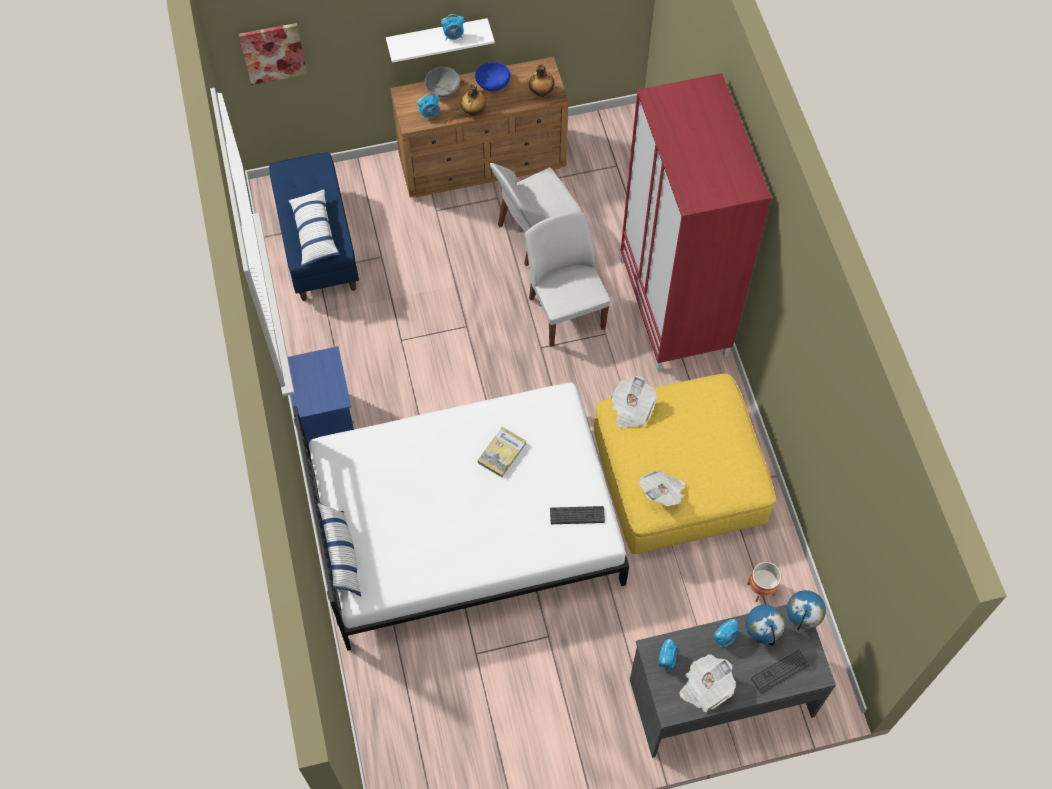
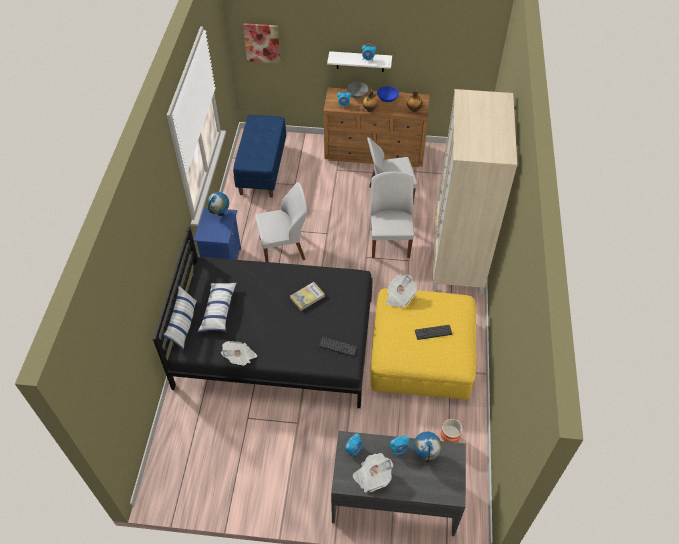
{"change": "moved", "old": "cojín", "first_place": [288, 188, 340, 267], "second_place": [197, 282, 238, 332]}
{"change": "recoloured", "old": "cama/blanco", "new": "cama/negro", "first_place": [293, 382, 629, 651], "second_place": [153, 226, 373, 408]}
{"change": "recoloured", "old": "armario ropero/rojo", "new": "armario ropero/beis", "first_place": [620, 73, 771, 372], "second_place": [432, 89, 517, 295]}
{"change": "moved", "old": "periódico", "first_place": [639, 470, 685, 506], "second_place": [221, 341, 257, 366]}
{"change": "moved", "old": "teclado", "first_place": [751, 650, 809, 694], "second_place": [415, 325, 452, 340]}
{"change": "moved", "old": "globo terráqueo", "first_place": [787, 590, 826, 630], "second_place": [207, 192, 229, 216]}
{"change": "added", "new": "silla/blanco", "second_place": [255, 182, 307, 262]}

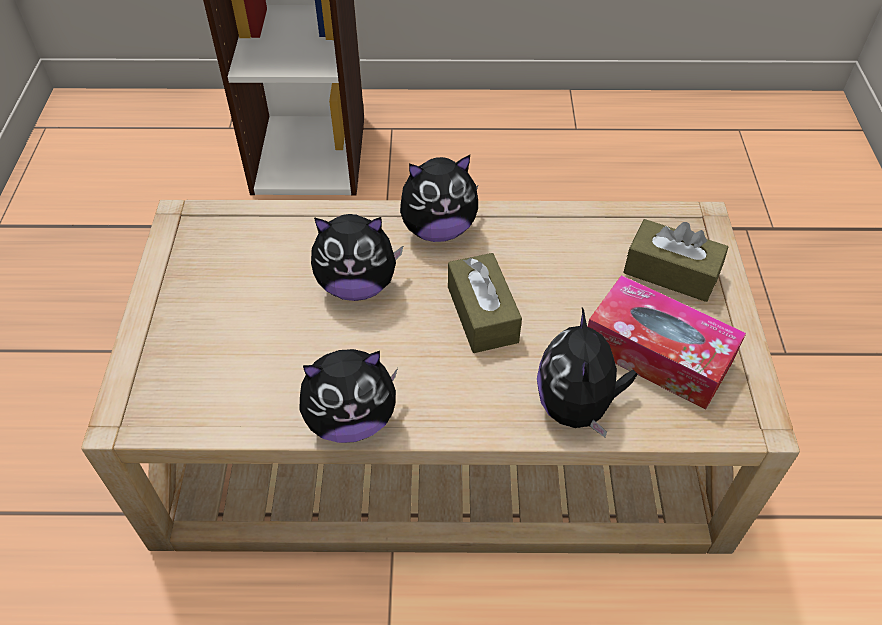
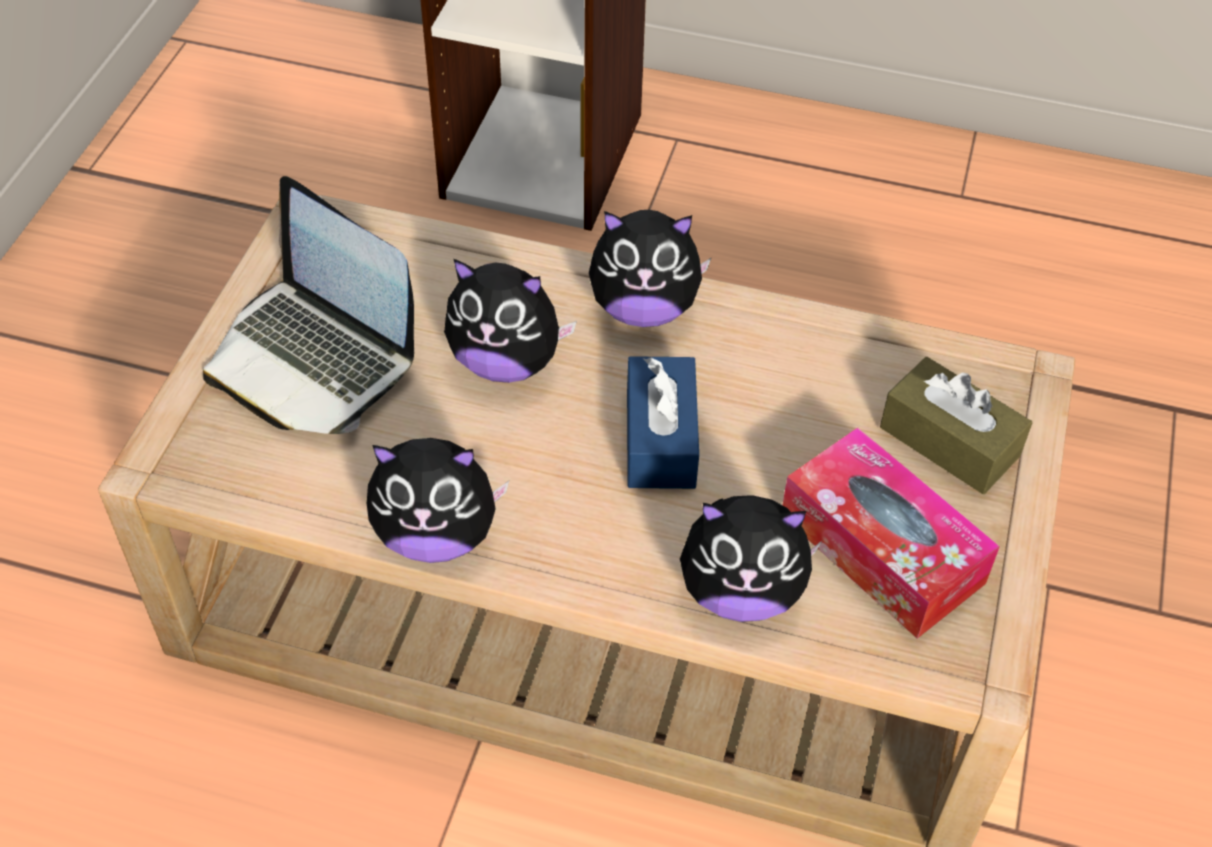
{"change": "recoloured", "old": "caja de pañuelos/marrón", "new": "caja de pañuelos/azul", "first_place": [448, 253, 522, 353], "second_place": [627, 356, 699, 489]}
{"change": "turned", "old": "peluche", "first_place": [537, 307, 637, 437], "second_place": [680, 495, 822, 622], "degrees": -105}
{"change": "added", "new": "portátil", "second_place": [203, 176, 414, 434]}

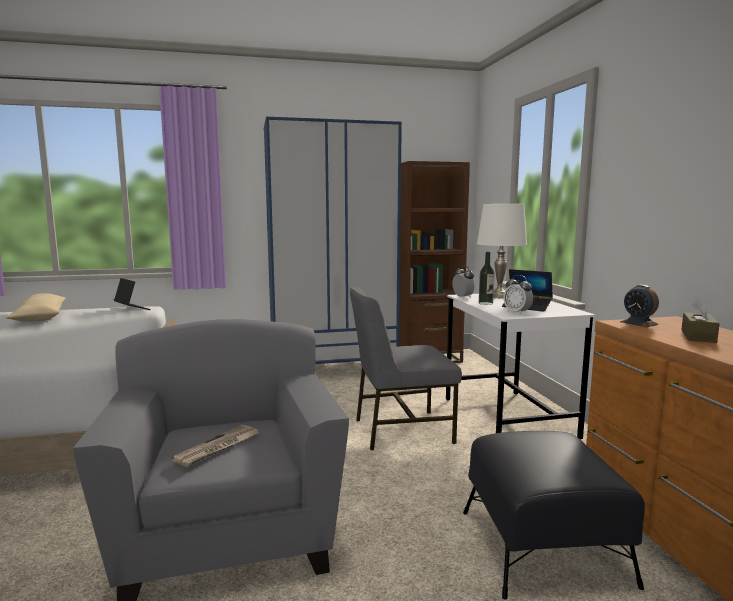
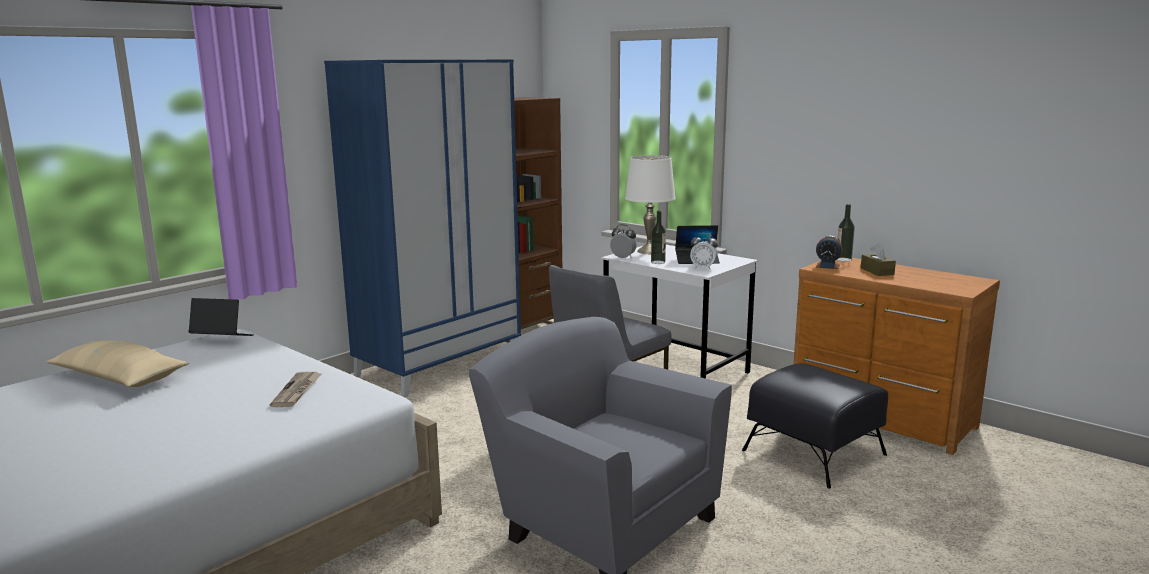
{"change": "moved", "old": "periódico", "first_place": [171, 425, 258, 467], "second_place": [270, 372, 322, 407]}
{"change": "added", "new": "botella", "second_place": [837, 204, 855, 261]}

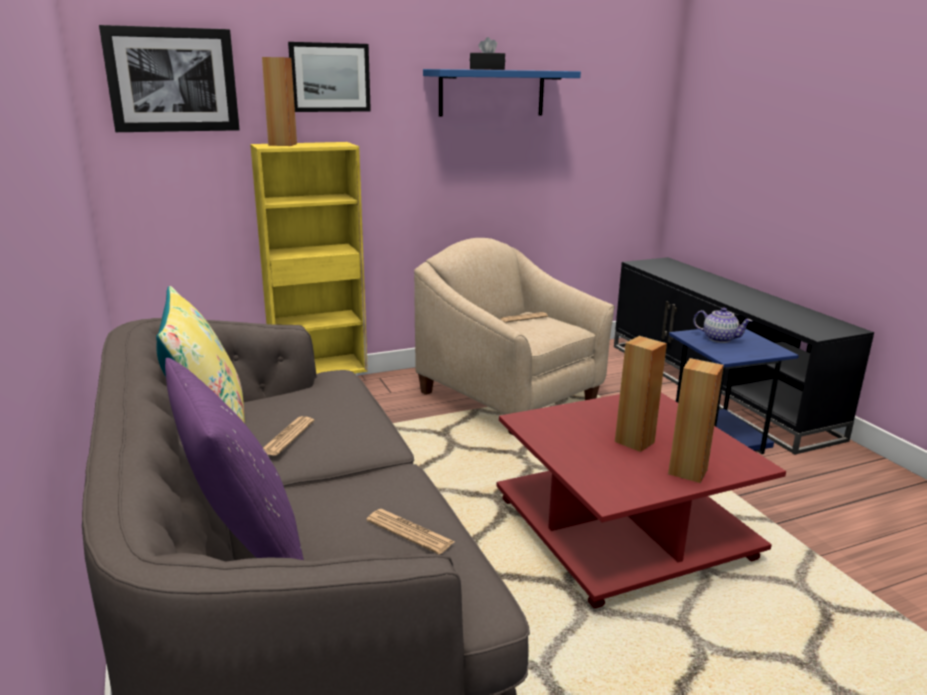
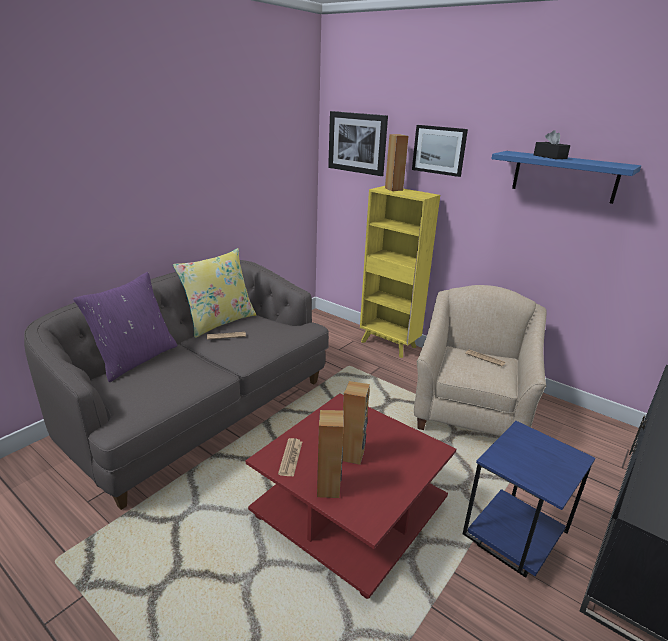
{"change": "moved", "old": "periódico", "first_place": [366, 509, 455, 555], "second_place": [278, 438, 302, 477]}
{"change": "removed", "old": "tetera", "first_place": [693, 308, 752, 343]}

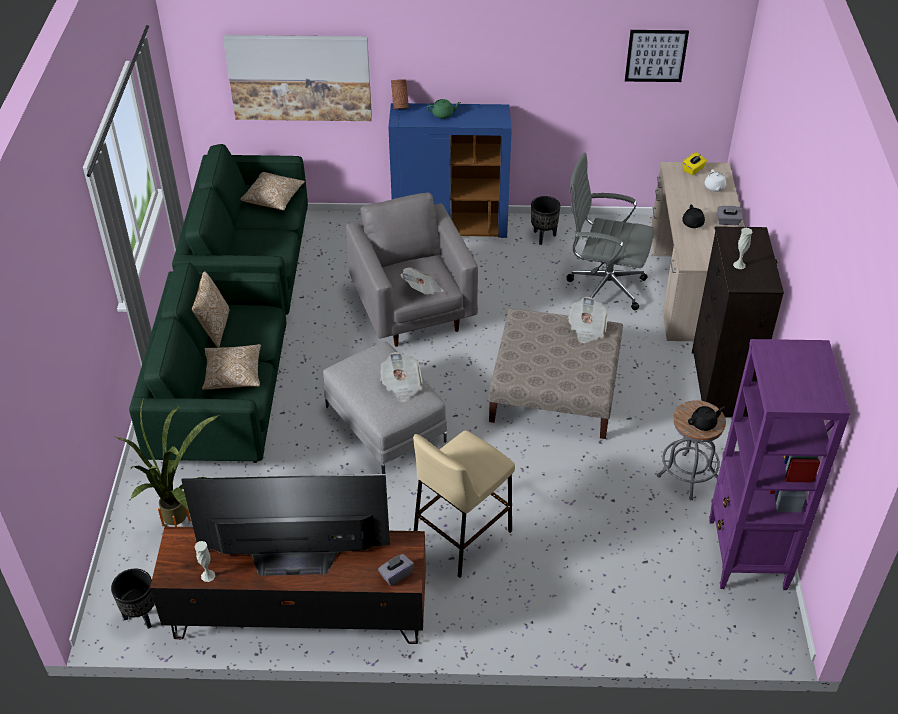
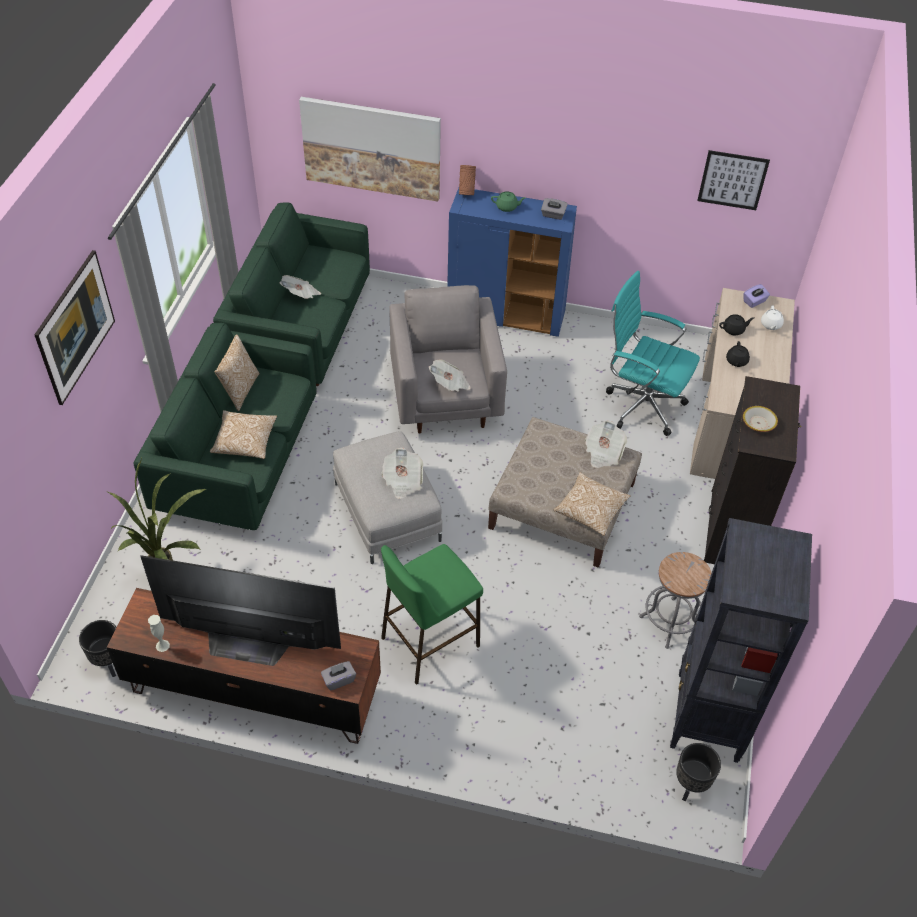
{"change": "moved", "old": "cojín", "first_place": [240, 172, 305, 210], "second_place": [554, 472, 630, 536]}
{"change": "recoloured", "old": "taburete/beis", "new": "taburete/verde", "first_place": [413, 430, 515, 578], "second_place": [381, 544, 483, 685]}
{"change": "moved", "old": "maceta/negro", "first_place": [531, 196, 561, 245], "second_place": [676, 743, 721, 802]}
{"change": "recoloured", "old": "silla de oficina/gris", "new": "silla de oficina/turquesa", "first_place": [567, 152, 654, 310], "second_place": [606, 271, 700, 436]}
{"change": "recoloured", "old": "caja de pañuelos/amarillo", "new": "caja de pañuelos/morado", "first_place": [682, 152, 707, 175], "second_place": [743, 284, 770, 308]}
{"change": "moved", "old": "tetera/negro", "first_place": [688, 406, 725, 431], "second_place": [719, 314, 754, 335]}
{"change": "recoloured", "old": "estantería/morado", "new": "estantería/negro", "first_place": [709, 339, 850, 590], "second_place": [670, 518, 812, 763]}
{"change": "moved", "old": "caja de pañuelos/gris", "first_place": [717, 206, 743, 225], "second_place": [541, 198, 568, 220]}
{"change": "replaced", "old": "florero/blanco", "new": "cuenco", "first_place": [733, 228, 752, 269], "second_place": [743, 406, 778, 432]}
{"change": "added", "new": "cuadro", "second_place": [34, 250, 115, 405]}
{"change": "added", "new": "periódico", "second_place": [280, 275, 321, 299]}

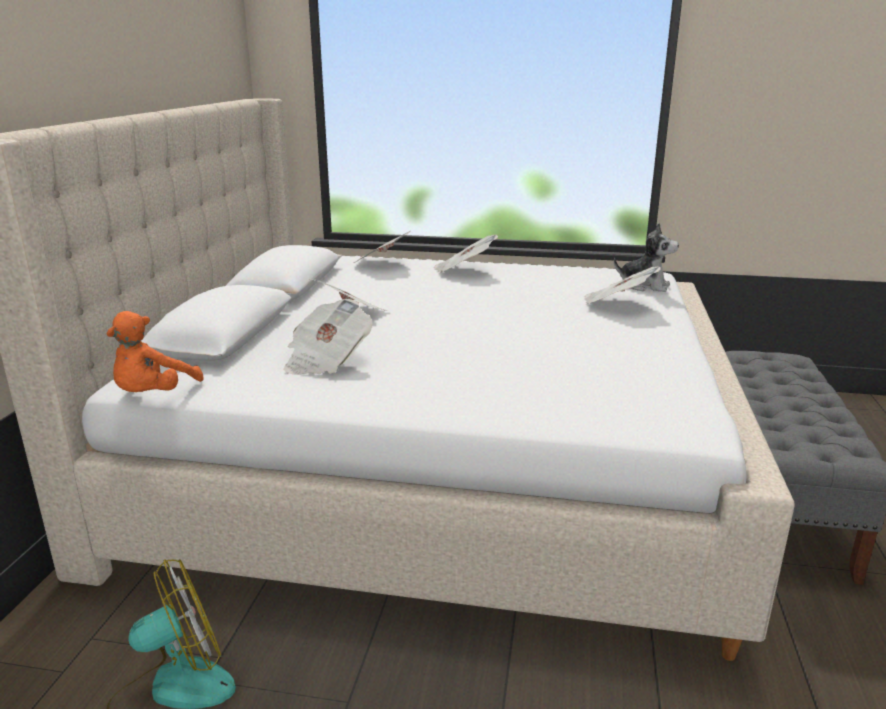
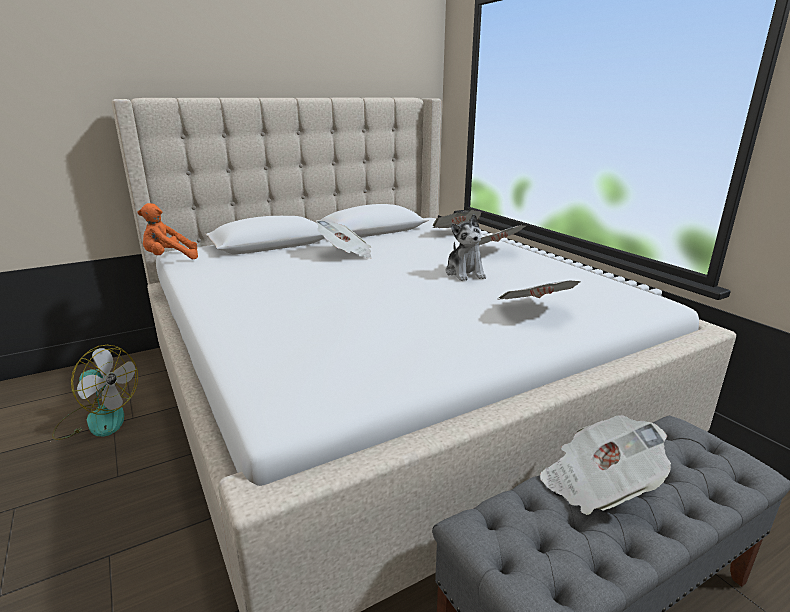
{"change": "moved", "old": "periódico", "first_place": [284, 299, 372, 375], "second_place": [540, 415, 671, 515]}
{"change": "moved", "old": "peluche", "first_place": [614, 223, 679, 292], "second_place": [445, 214, 486, 281]}

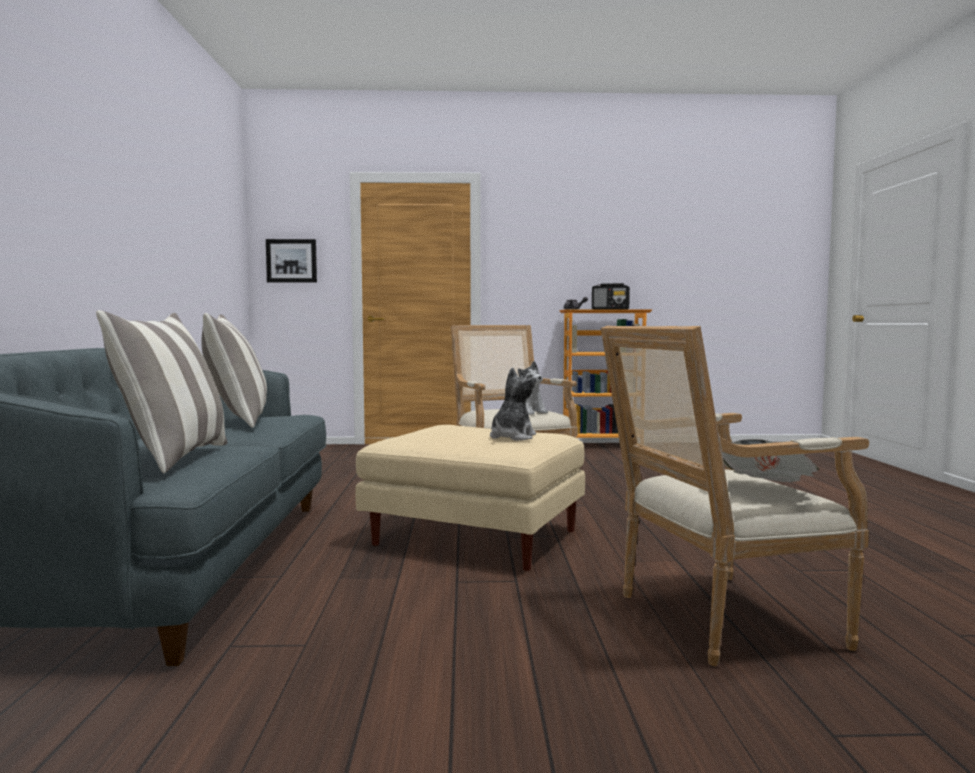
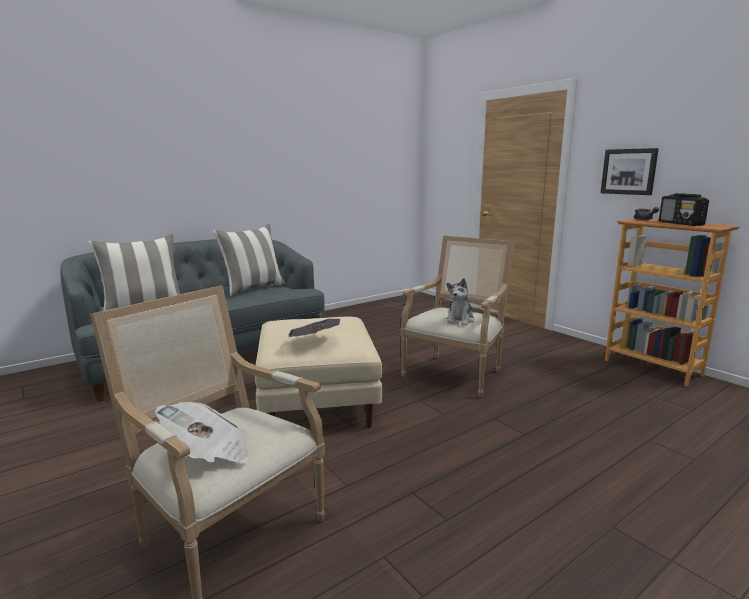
{"change": "moved", "old": "cuadro", "first_place": [266, 239, 317, 283], "second_place": [600, 148, 659, 195]}
{"change": "replaced", "old": "peluche", "new": "periódico", "first_place": [490, 368, 536, 441], "second_place": [288, 319, 341, 337]}

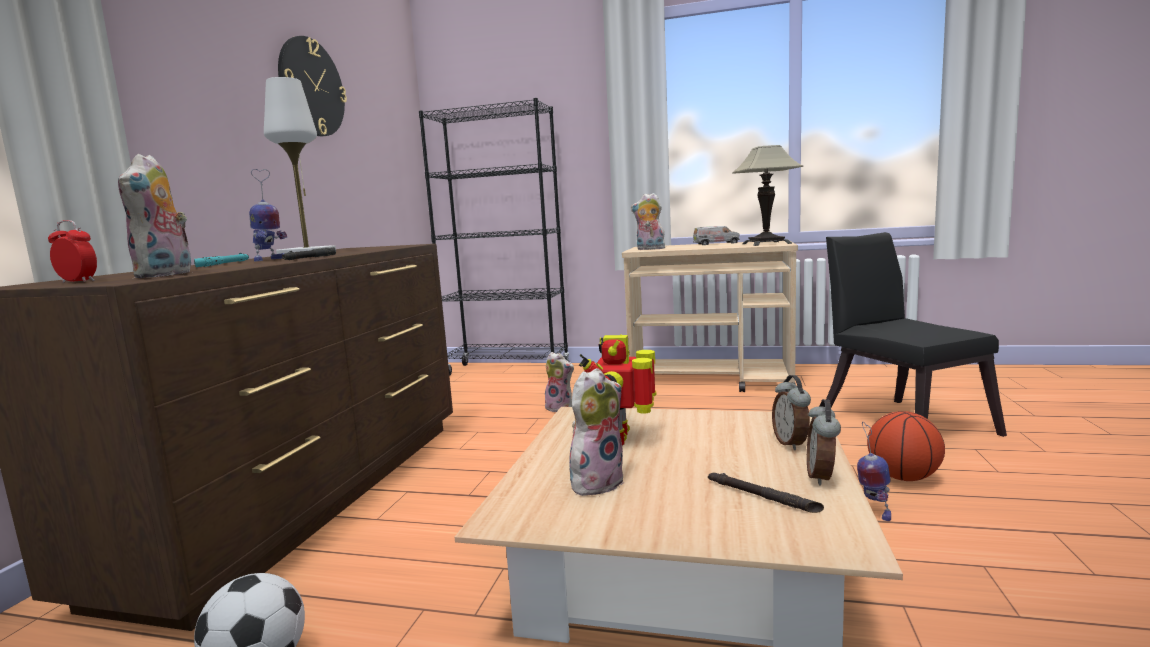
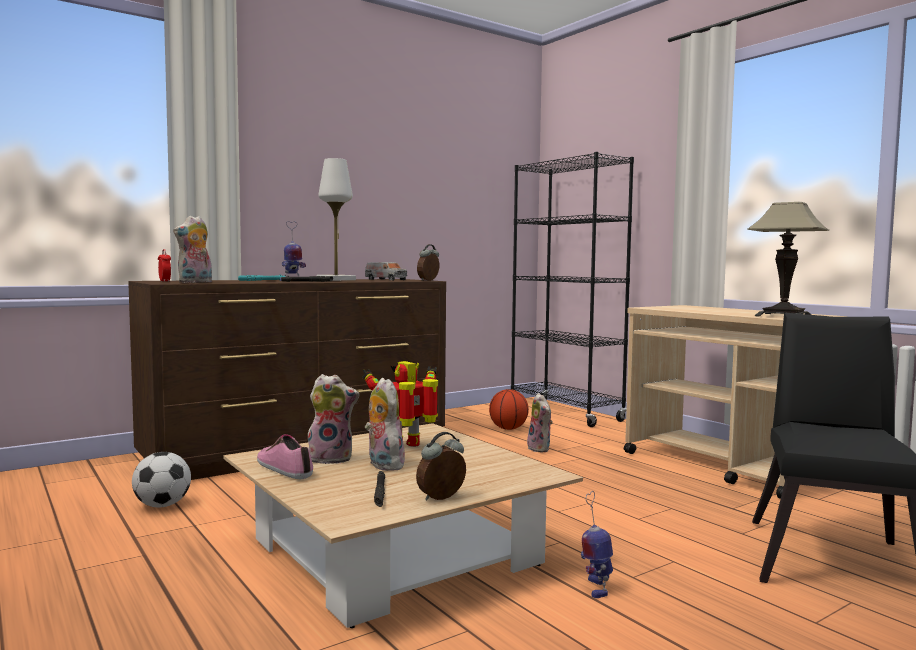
{"change": "removed", "old": "reloj de pared", "first_place": [278, 36, 347, 136]}
{"change": "moved", "old": "peluche", "first_place": [631, 193, 665, 250], "second_place": [365, 378, 405, 471]}
{"change": "moved", "old": "camión de juguete", "first_place": [693, 226, 740, 245], "second_place": [365, 262, 407, 280]}
{"change": "moved", "old": "despertador", "first_place": [772, 375, 811, 450], "second_place": [417, 244, 439, 281]}
{"change": "moved", "old": "balón de baloncesto", "first_place": [867, 411, 945, 481], "second_place": [489, 389, 529, 430]}
{"change": "added", "new": "zapato", "second_place": [257, 434, 313, 479]}

